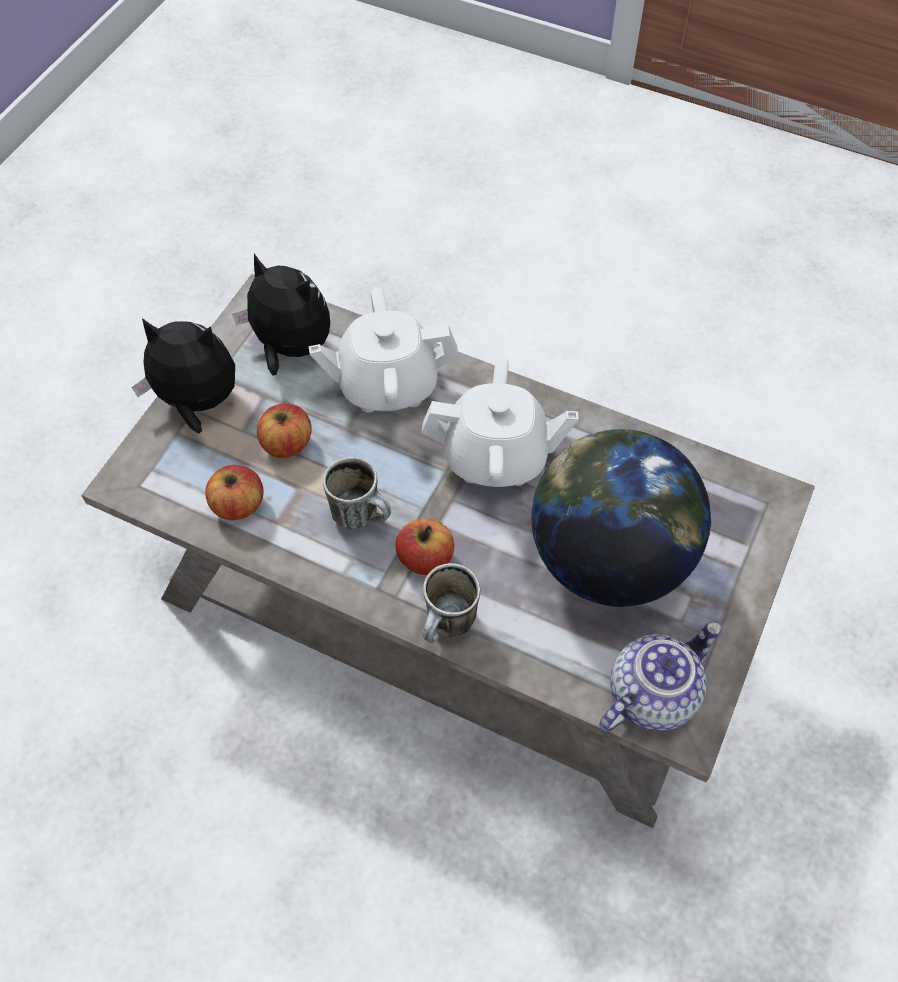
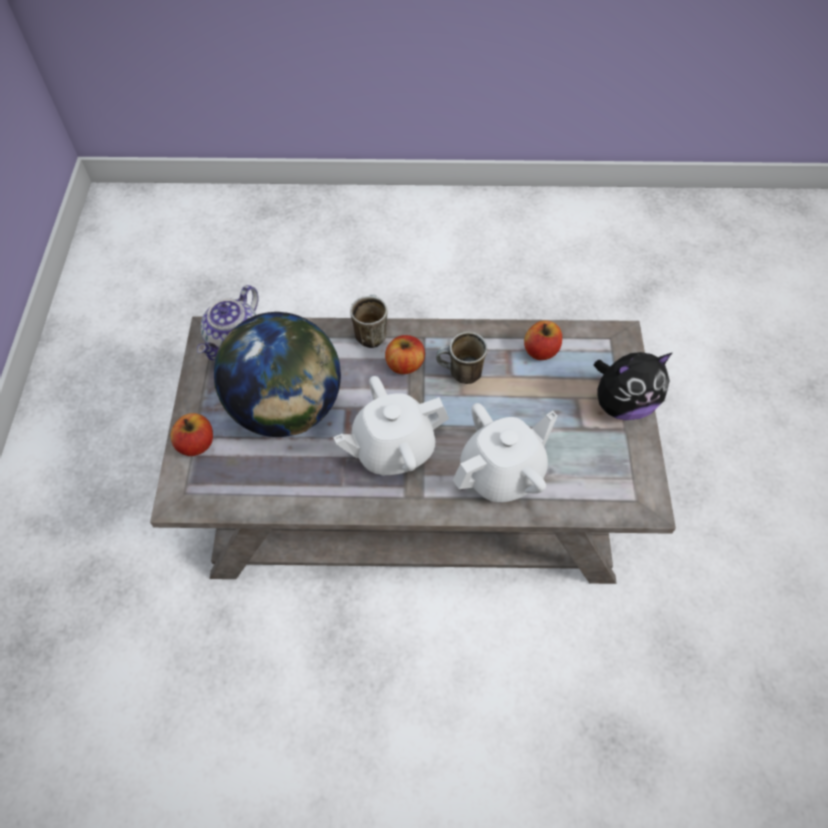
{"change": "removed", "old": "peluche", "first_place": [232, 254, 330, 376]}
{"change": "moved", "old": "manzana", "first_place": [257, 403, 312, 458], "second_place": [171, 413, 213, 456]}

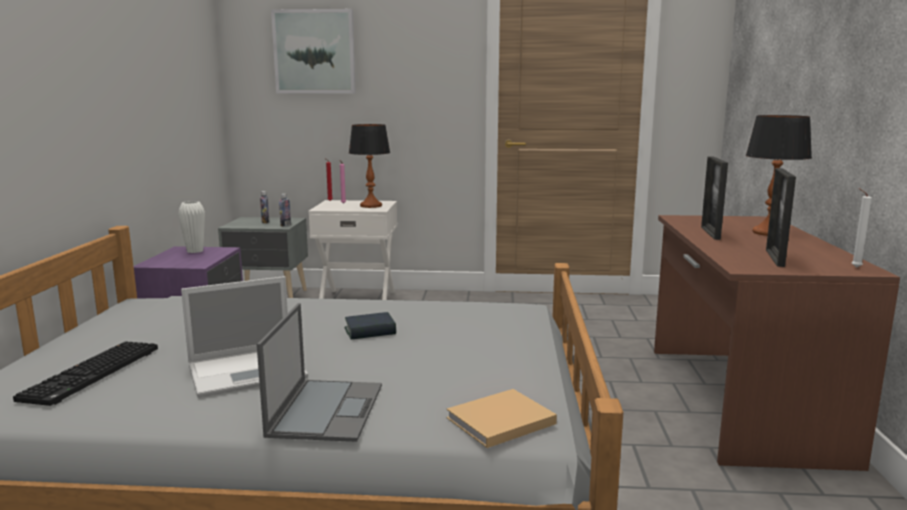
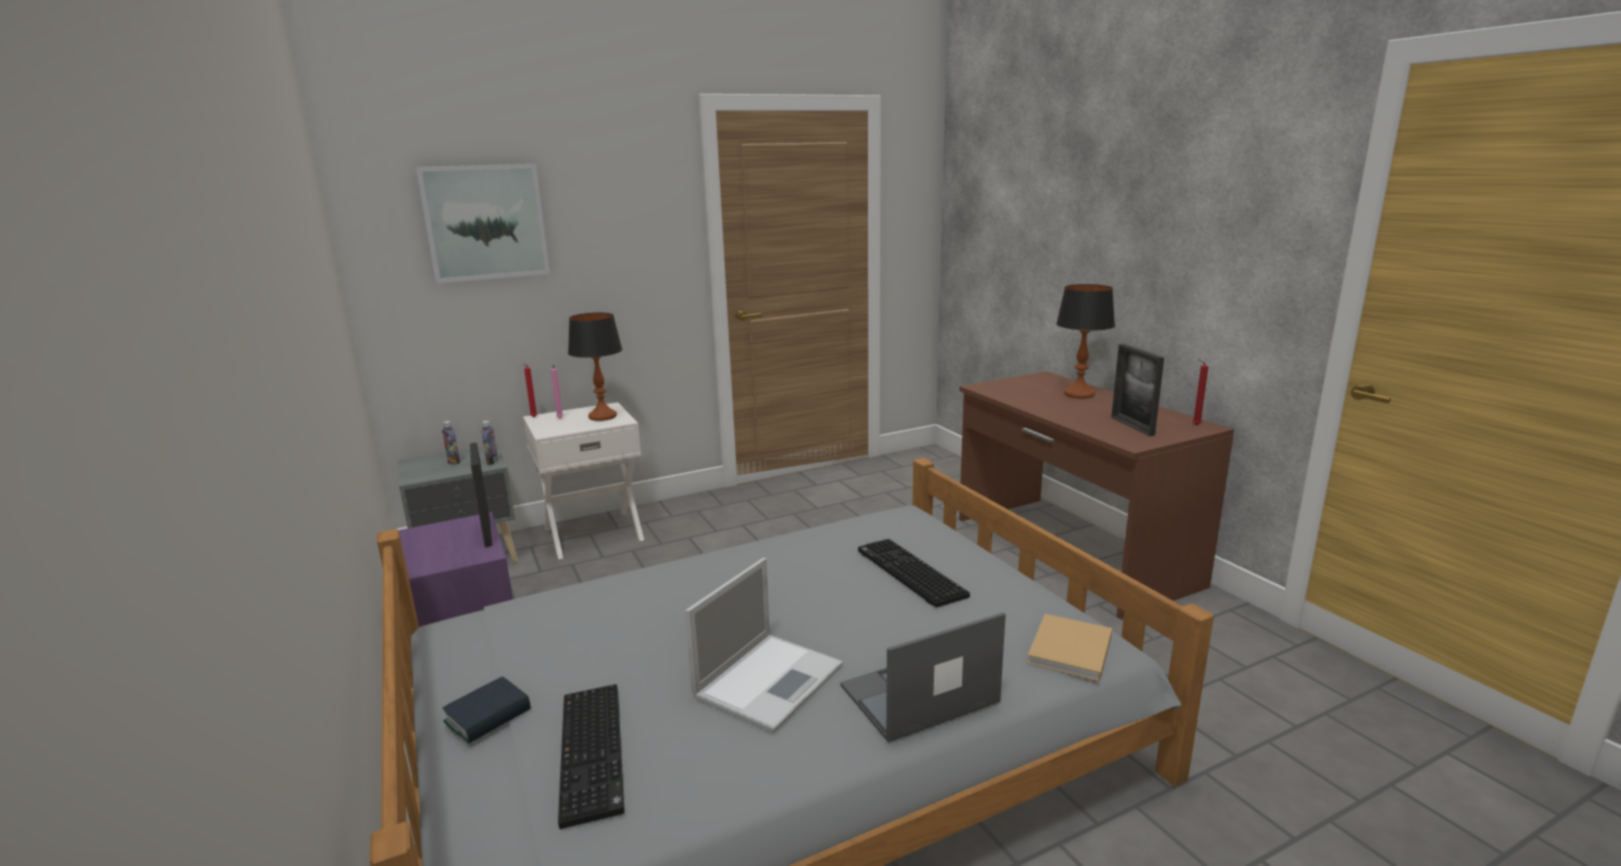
{"change": "removed", "old": "florero/blanco", "first_place": [178, 201, 205, 253]}
{"change": "turned", "old": "portátil", "first_place": [257, 303, 382, 442], "second_place": [840, 612, 1006, 742], "degrees": -90}
{"change": "moved", "old": "libro", "first_place": [344, 312, 396, 340], "second_place": [442, 676, 530, 744]}
{"change": "moved", "old": "portarretratos", "first_place": [701, 156, 728, 240], "second_place": [470, 443, 492, 547]}
{"change": "recoloured", "old": "vela/blanco", "new": "vela/rojo", "first_place": [852, 188, 872, 268], "second_place": [1192, 359, 1209, 425]}
{"change": "added", "new": "teclado", "second_place": [858, 539, 970, 608]}

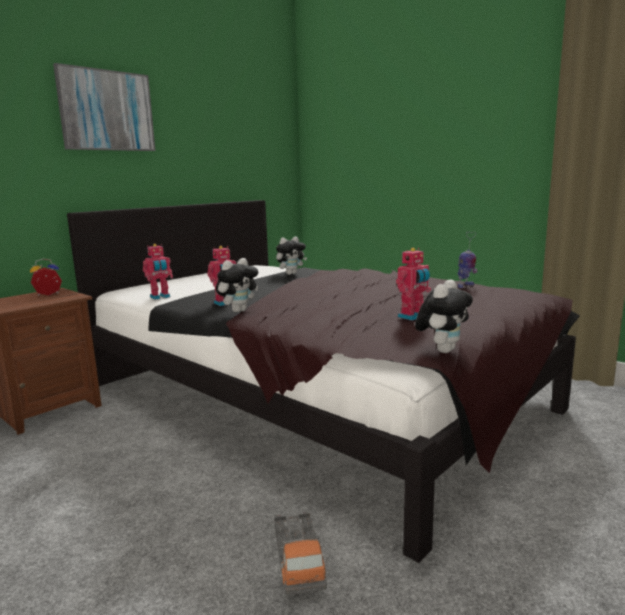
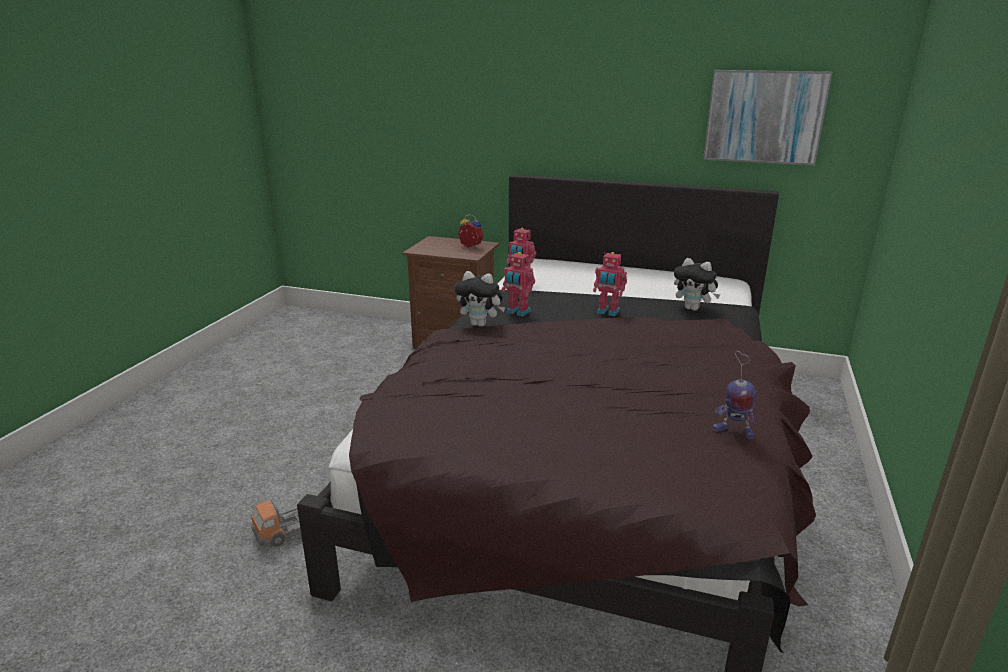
{"change": "moved", "old": "cuadro", "first_place": [53, 63, 156, 151], "second_place": [703, 70, 832, 166]}
{"change": "moved", "old": "robot de juguete", "first_place": [396, 248, 431, 321], "second_place": [593, 252, 627, 316]}
{"change": "removed", "old": "peluche", "first_place": [415, 280, 473, 353]}

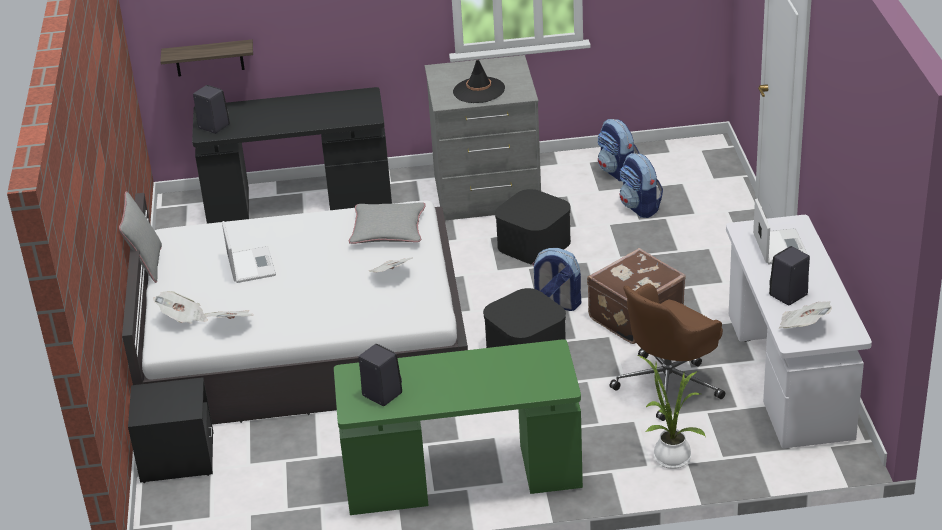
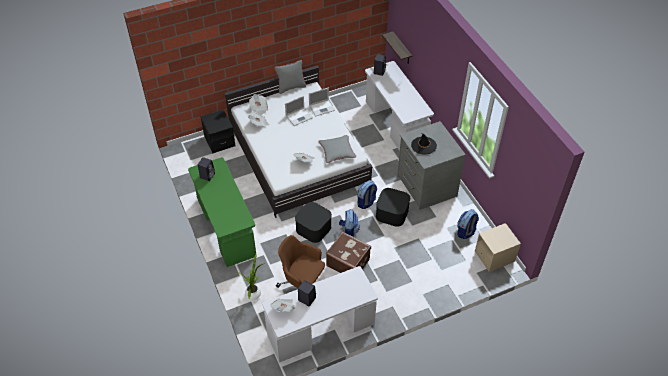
{"change": "recoloured", "old": "escritorio/negro", "new": "escritorio/blanco", "first_place": [192, 87, 392, 224], "second_place": [365, 61, 434, 151]}
{"change": "moved", "old": "mochila", "first_place": [620, 153, 663, 218], "second_place": [357, 180, 377, 209]}
{"change": "moved", "old": "portátil", "first_place": [753, 199, 807, 265], "second_place": [309, 88, 335, 116]}
{"change": "added", "new": "mesita de noche/beis", "second_place": [475, 223, 521, 272]}

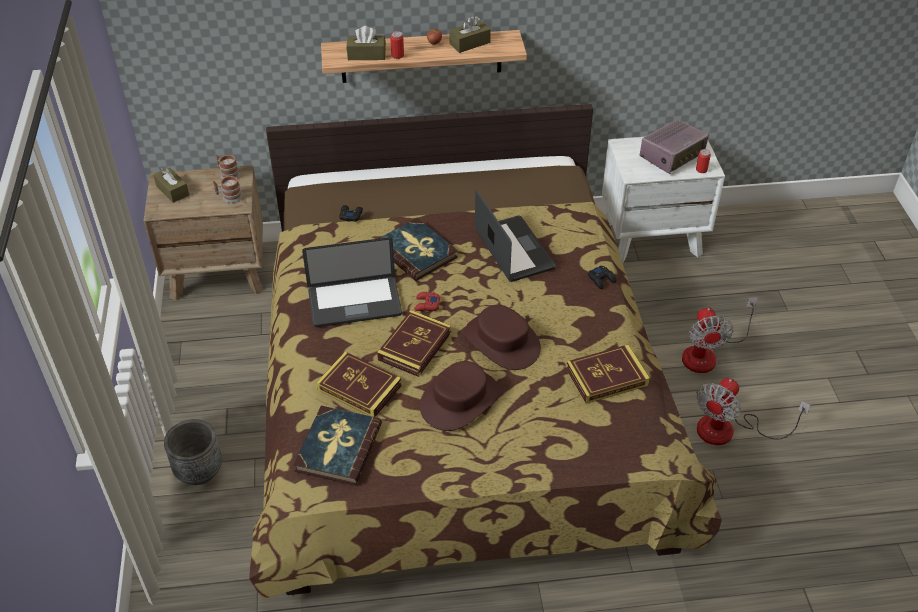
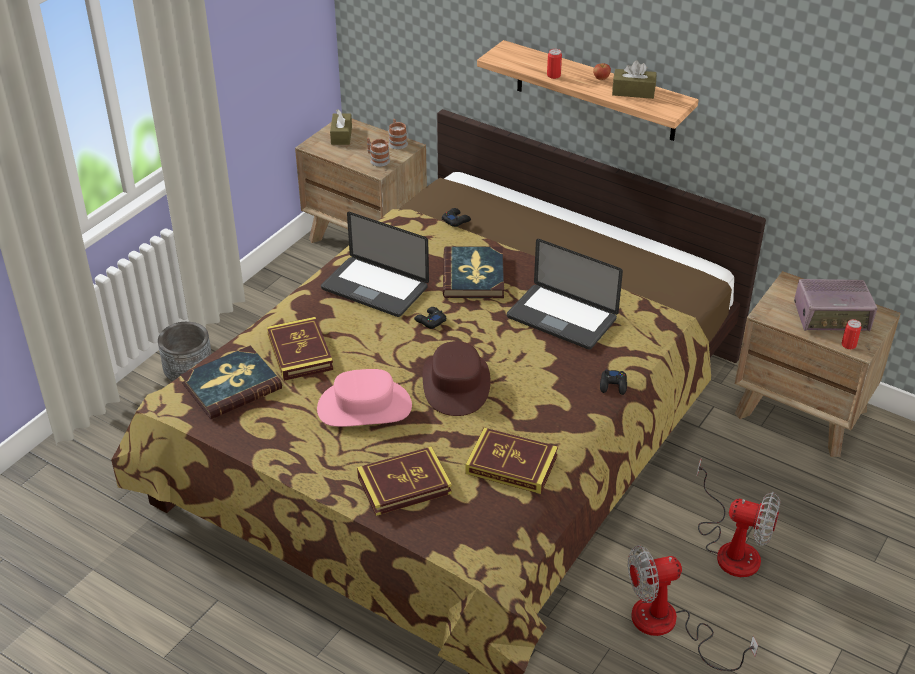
{"change": "removed", "old": "caja de pañuelos/marrón", "first_place": [347, 26, 386, 60]}
{"change": "moved", "old": "libro", "first_place": [377, 310, 451, 377], "second_place": [357, 446, 452, 516]}
{"change": "recoloured", "old": "mando de consola/rojo", "new": "mando de consola/negro", "first_place": [414, 292, 440, 311], "second_place": [414, 307, 446, 329]}
{"change": "recoloured", "old": "sombrero/marrón", "new": "sombrero/rosa", "first_place": [420, 361, 500, 431], "second_place": [317, 369, 412, 427]}
{"change": "turned", "old": "portátil", "first_place": [475, 189, 556, 282], "second_place": [507, 239, 623, 350], "degrees": 105}
{"change": "recoloured", "old": "mesita de noche/blanco", "new": "mesita de noche/marrón", "first_place": [602, 137, 725, 263], "second_place": [735, 271, 901, 457]}
{"change": "turned", "old": "ventilador", "first_place": [682, 297, 758, 373], "second_place": [697, 458, 780, 577], "degrees": -105}

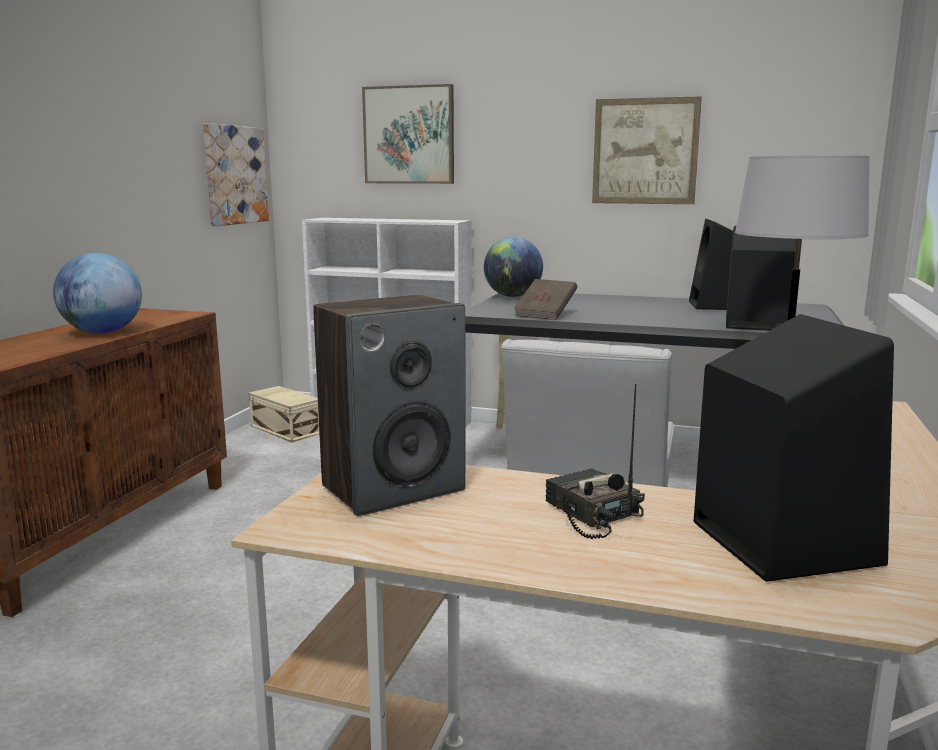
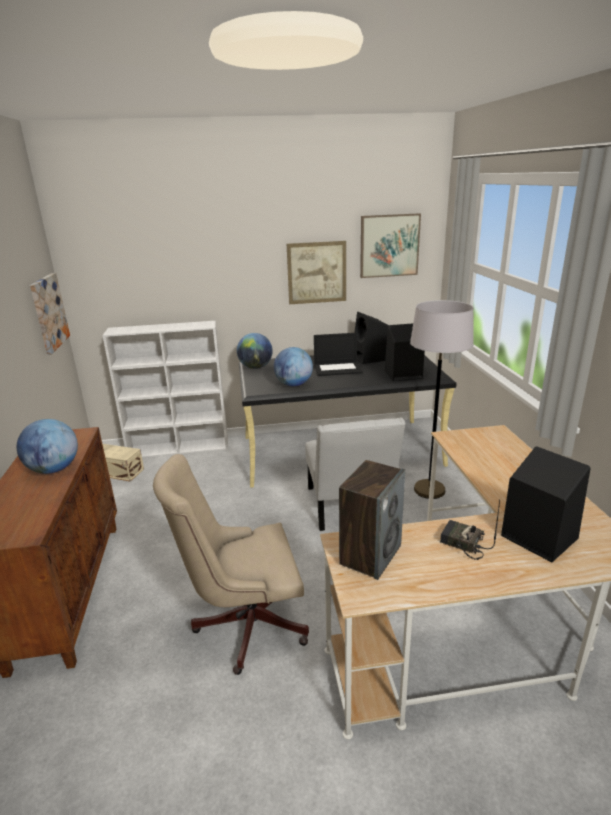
{"change": "moved", "old": "cuadro", "first_place": [362, 84, 454, 184], "second_place": [360, 213, 421, 278]}
{"change": "replaced", "old": "libro/marrón", "new": "globo terráqueo", "first_place": [514, 279, 577, 320], "second_place": [274, 347, 313, 386]}
{"change": "added", "new": "silla de oficina/beis", "second_place": [153, 454, 309, 675]}
{"change": "added", "new": "portátil", "second_place": [314, 333, 363, 376]}

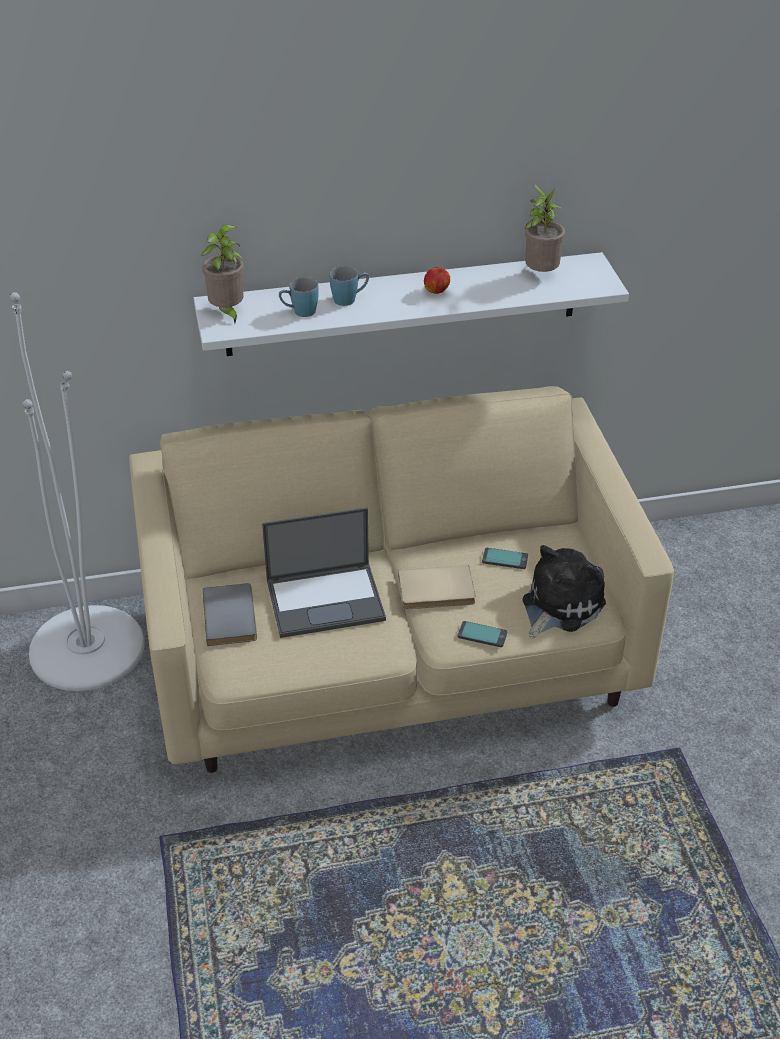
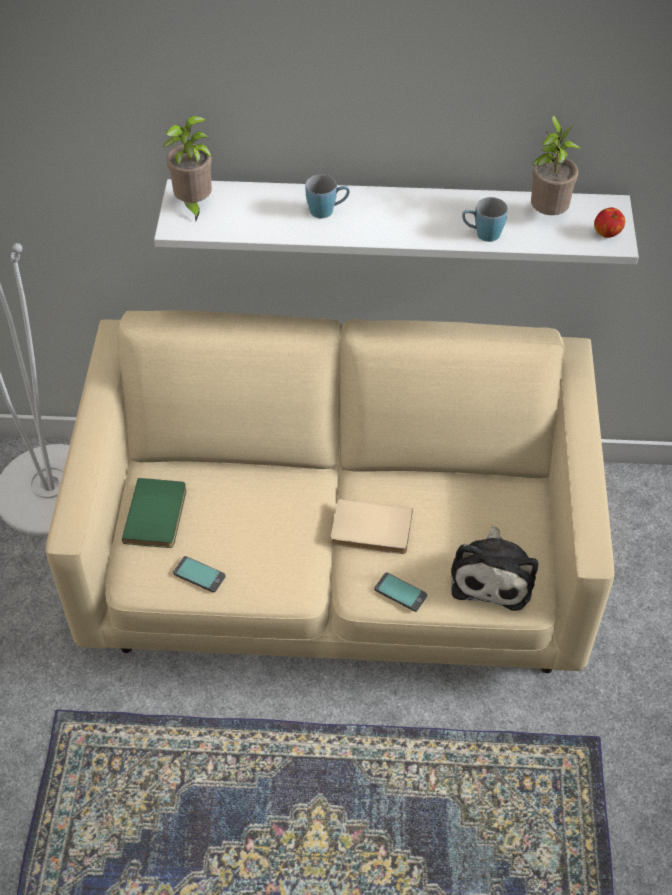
{"change": "recoloured", "old": "libro/gris", "new": "libro/verde", "first_place": [203, 583, 257, 646], "second_place": [122, 478, 186, 548]}
{"change": "removed", "old": "portátil", "first_place": [262, 507, 386, 638]}
{"change": "moved", "old": "taza grande/azul", "first_place": [279, 277, 319, 317], "second_place": [462, 197, 508, 242]}
{"change": "moved", "old": "manzana", "first_place": [424, 267, 450, 294], "second_place": [594, 207, 625, 238]}
{"change": "moved", "old": "móvil", "first_place": [482, 548, 528, 569], "second_place": [173, 556, 226, 593]}
{"change": "turned", "old": "peluche", "first_place": [523, 545, 606, 638], "second_place": [451, 526, 538, 611], "degrees": 135}

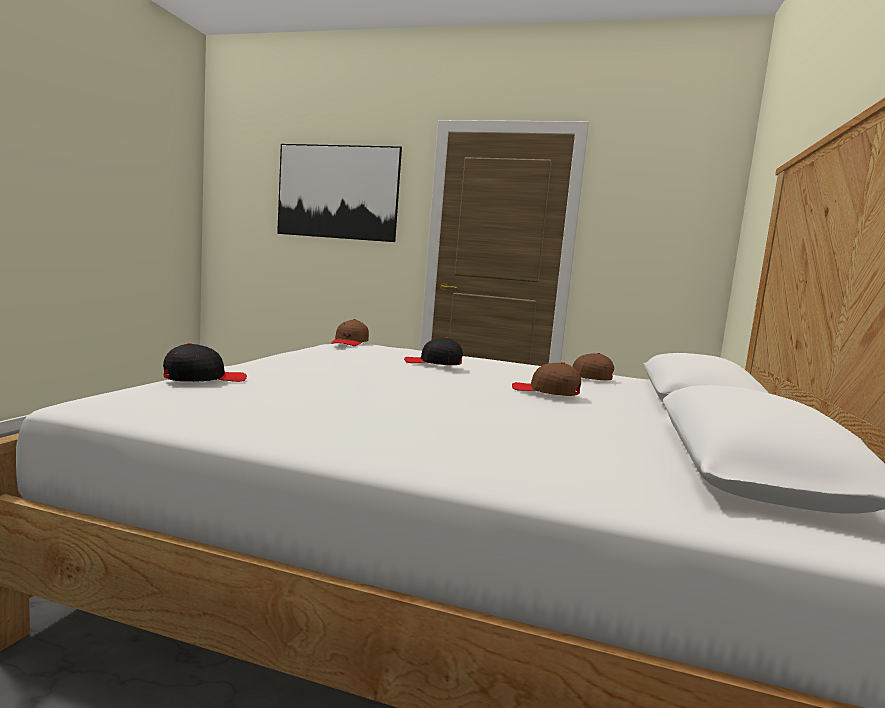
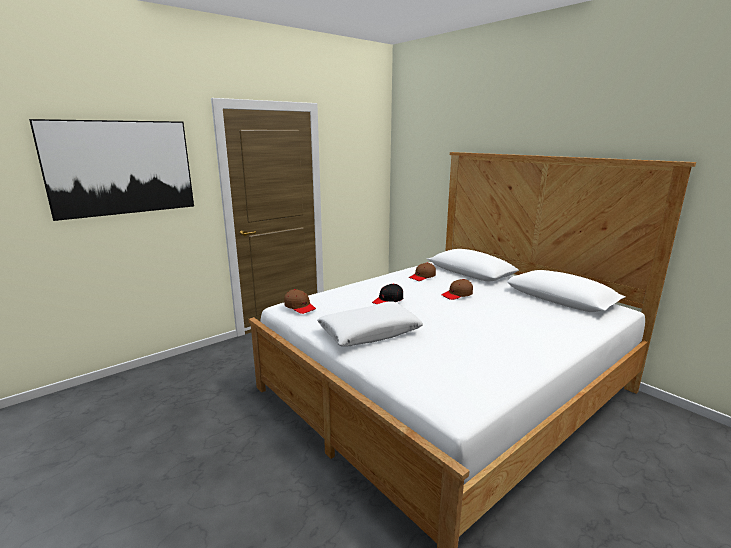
{"change": "removed", "old": "gorra/negro", "first_place": [163, 343, 247, 382]}
{"change": "added", "new": "cojín/blanco", "second_place": [317, 301, 423, 347]}

